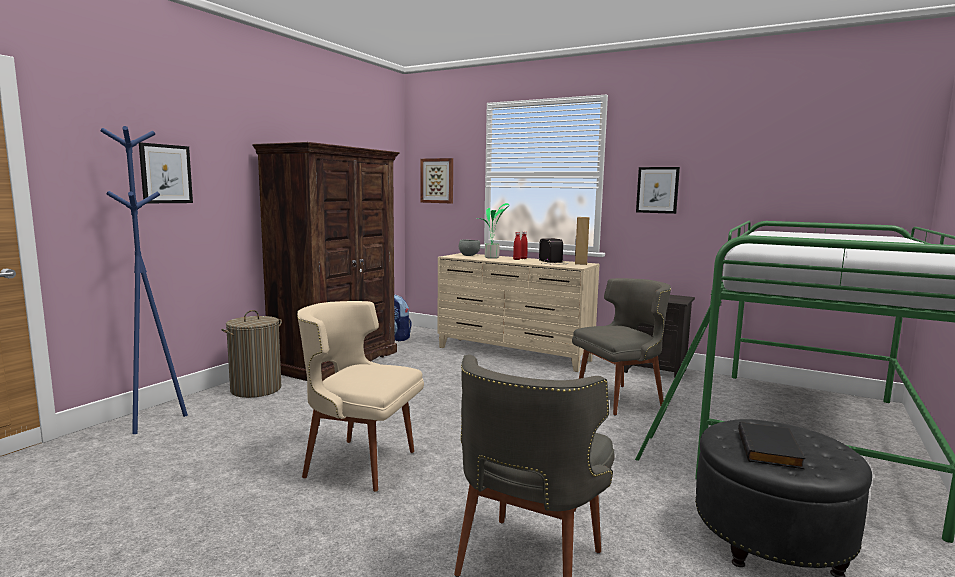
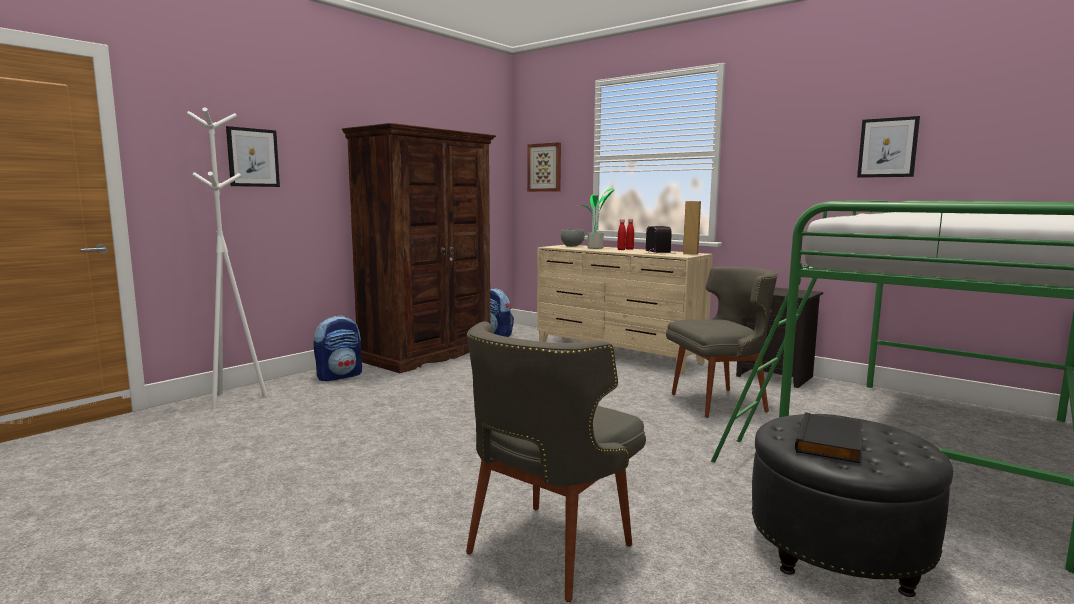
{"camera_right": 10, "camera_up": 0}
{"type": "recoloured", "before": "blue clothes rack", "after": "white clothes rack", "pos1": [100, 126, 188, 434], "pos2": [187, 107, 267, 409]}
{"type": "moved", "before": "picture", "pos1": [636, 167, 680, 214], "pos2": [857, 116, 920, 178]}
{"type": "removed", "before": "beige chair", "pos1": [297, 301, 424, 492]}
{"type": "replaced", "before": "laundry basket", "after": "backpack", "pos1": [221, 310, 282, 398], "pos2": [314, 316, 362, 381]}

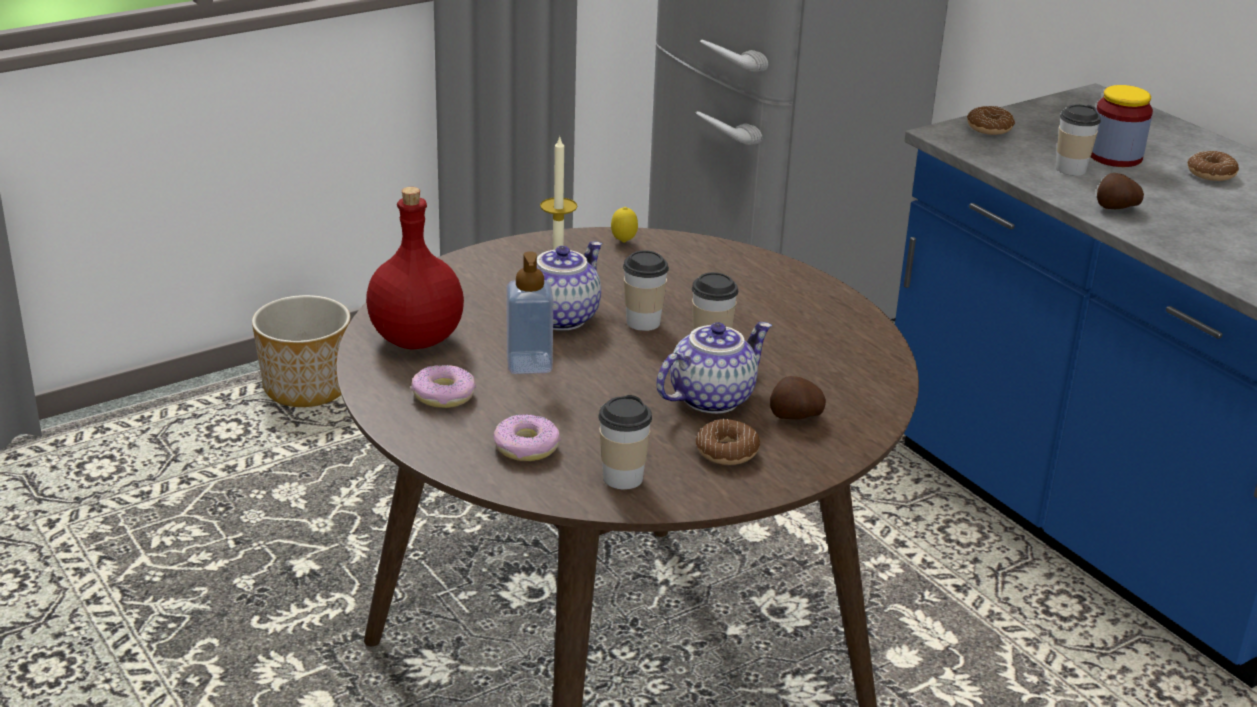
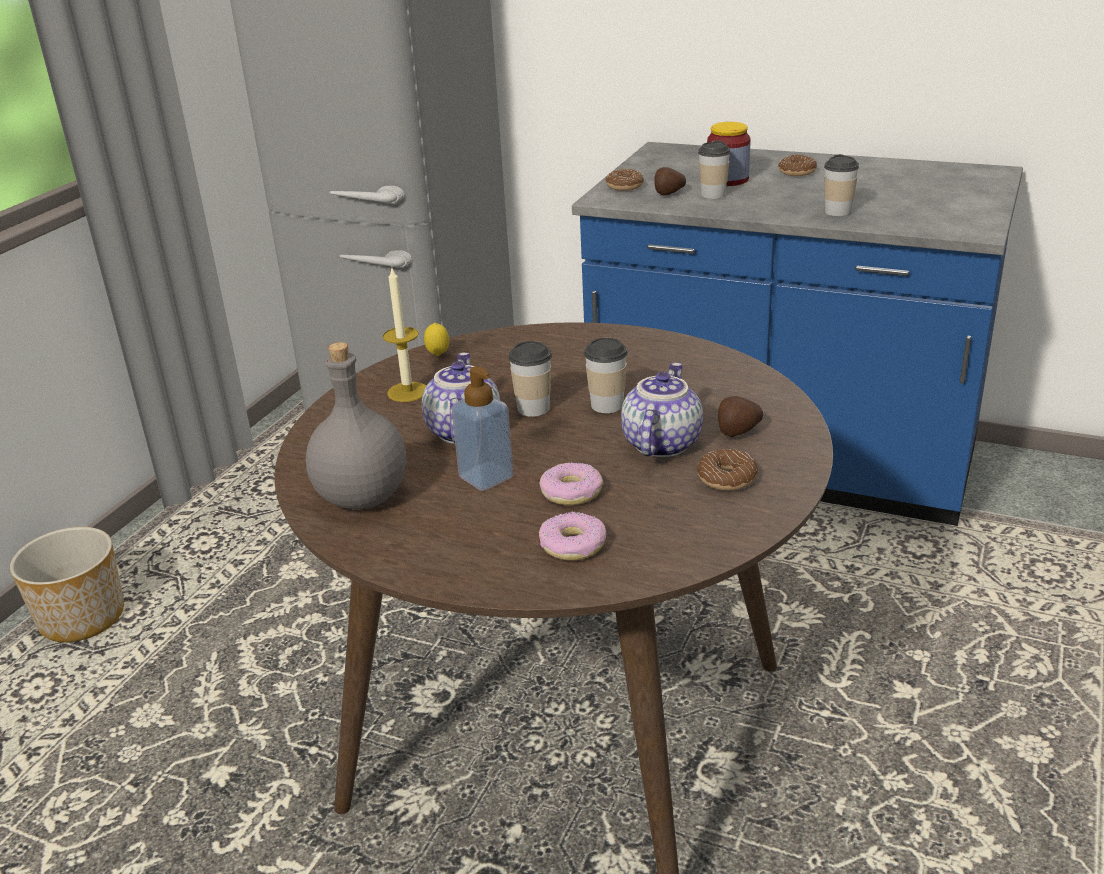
{"camera_right": -30, "camera_up": 0}
{"type": "moved", "before": "potato", "pos1": [1097, 173, 1144, 209], "pos2": [654, 167, 686, 196]}
{"type": "recoloured", "before": "red bottle", "after": "grey bottle", "pos1": [366, 187, 464, 350], "pos2": [306, 342, 406, 509]}
{"type": "moved", "before": "donut", "pos1": [411, 365, 476, 408], "pos2": [539, 462, 603, 505]}
{"type": "moved", "before": "cup", "pos1": [598, 395, 652, 490], "pos2": [824, 154, 859, 216]}

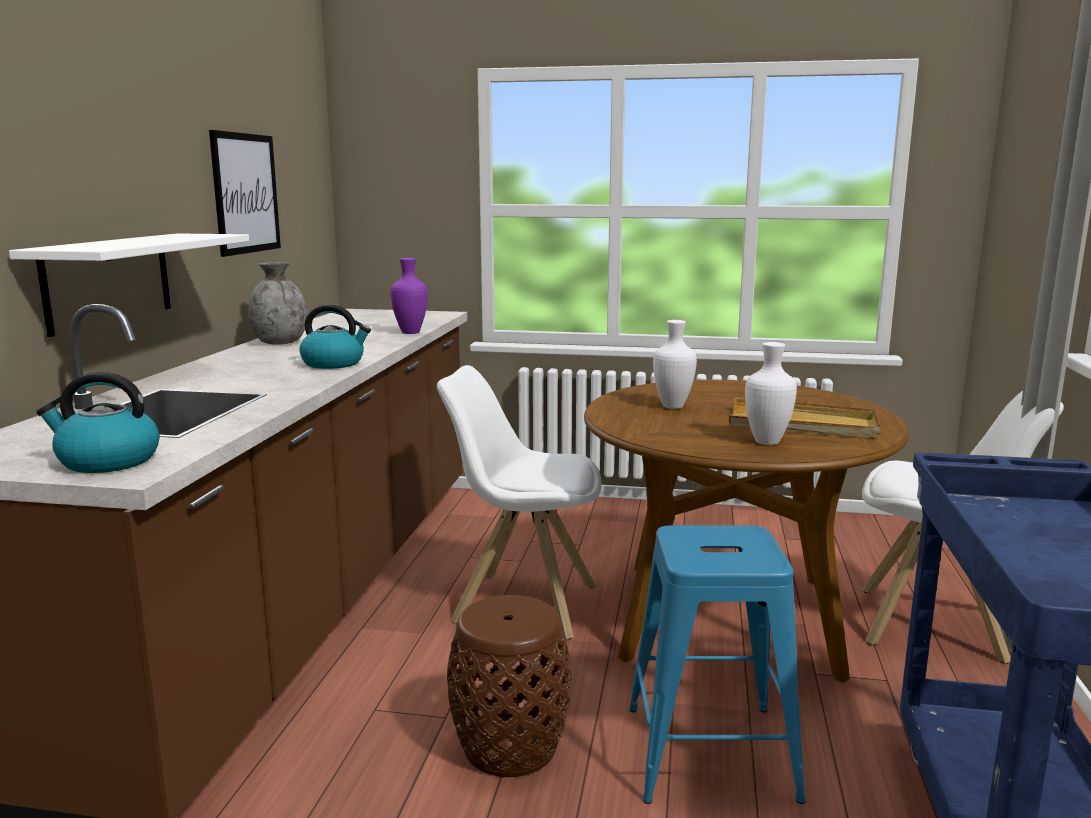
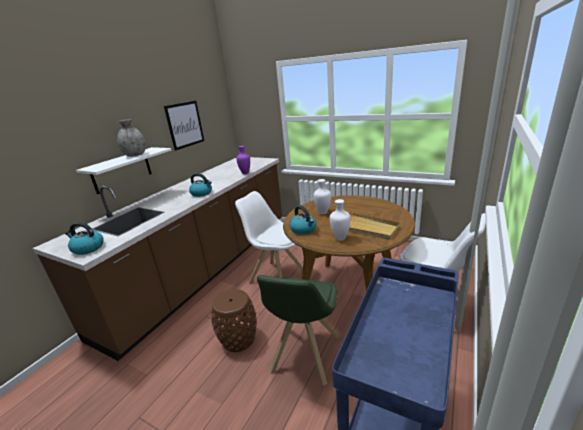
{"camera_right": 20, "camera_up": 10}
{"type": "moved", "before": "grey vase", "pos1": [248, 262, 308, 345], "pos2": [117, 119, 146, 157]}
{"type": "replaced", "before": "blue stool", "after": "green chair", "pos1": [629, 525, 806, 804], "pos2": [257, 275, 340, 386]}
{"type": "added", "after": "kettle", "pos2": [289, 206, 316, 235]}

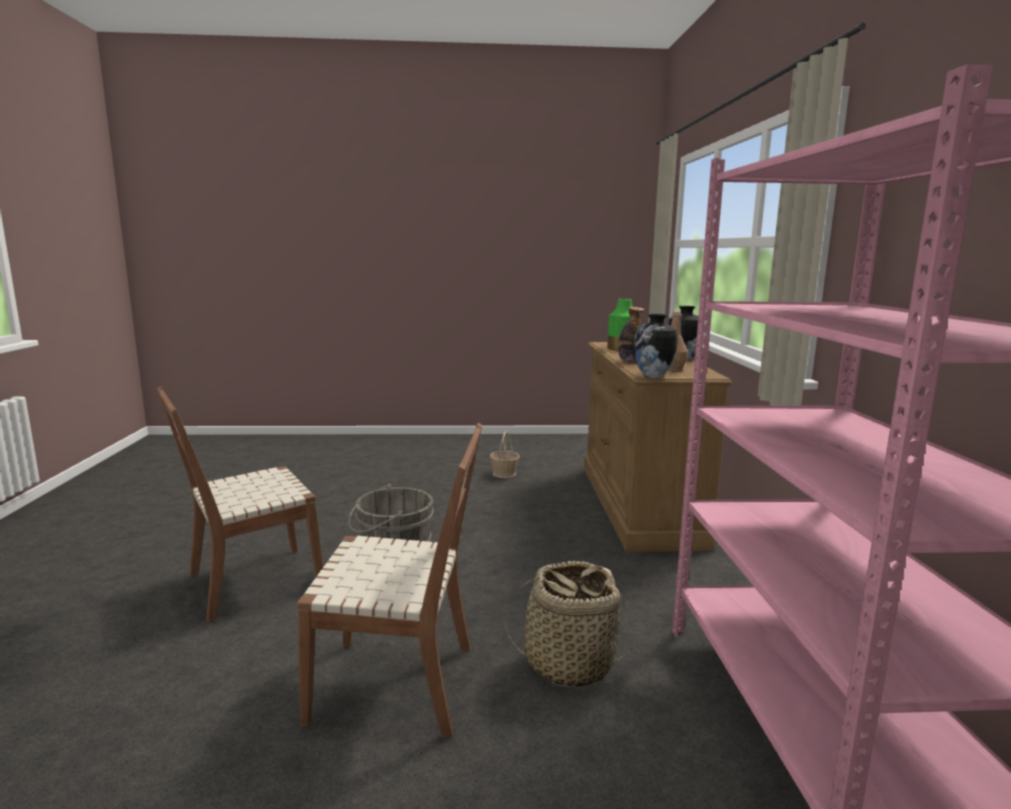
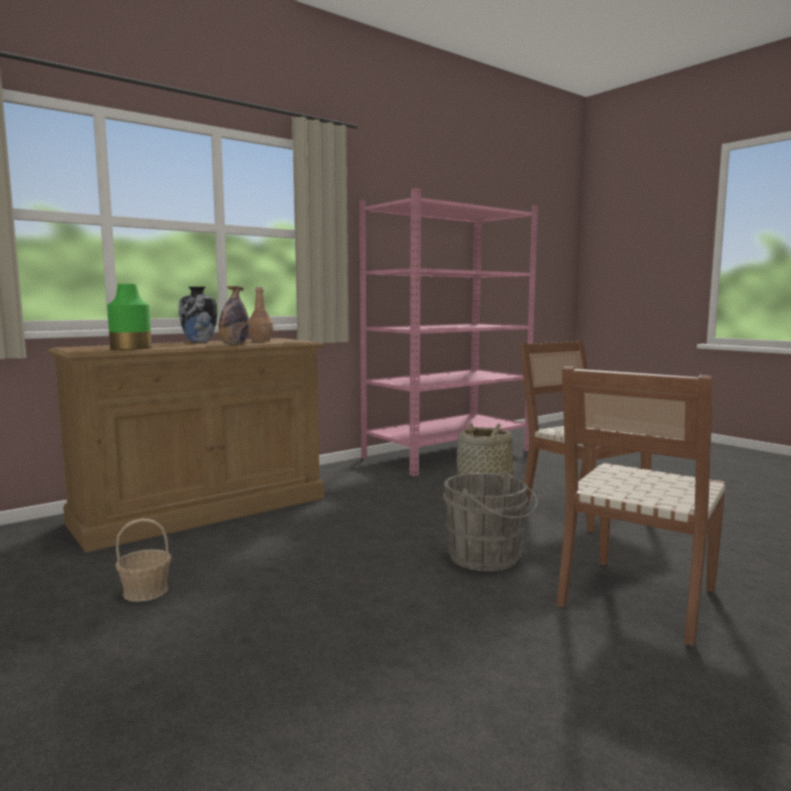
{"camera_right": -125, "camera_up": -5}
{"type": "removed", "before": "vase", "pos1": [634, 314, 677, 378]}
{"type": "turned", "before": "chair", "pos1": [157, 386, 323, 622], "pos2": [556, 366, 726, 646], "turn": 105}

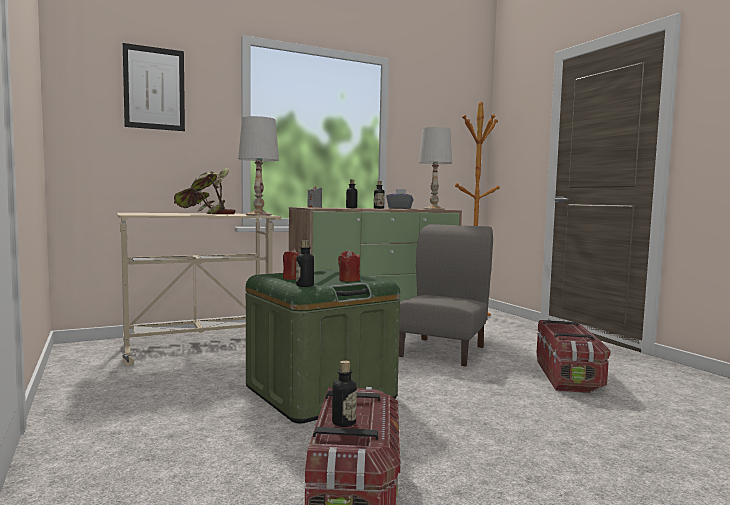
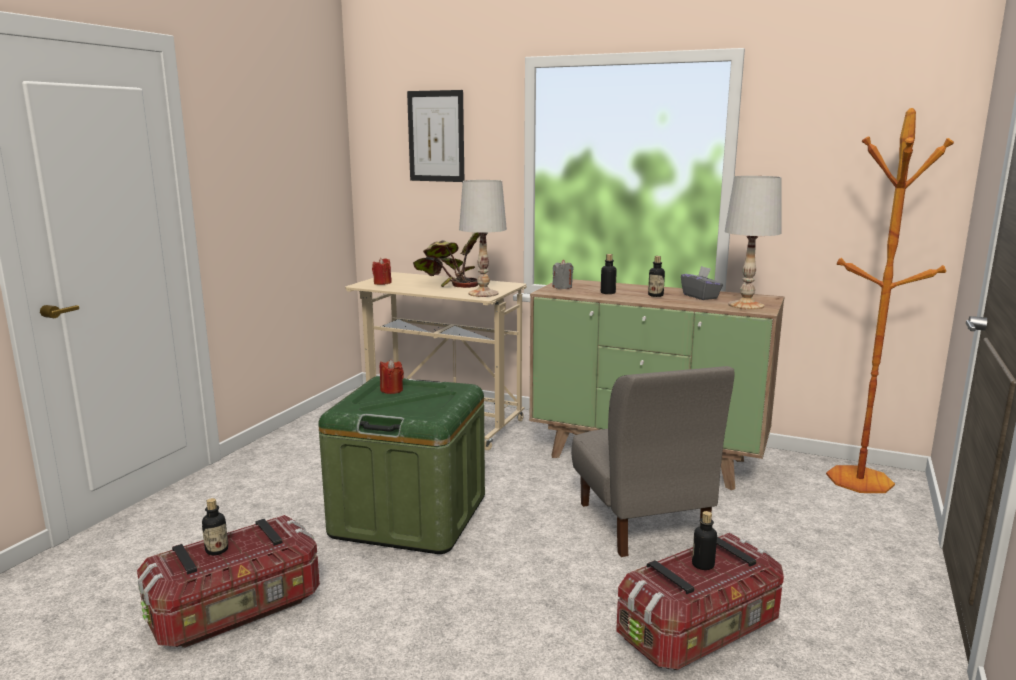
{"camera_right": 50, "camera_up": 10}
{"type": "turned", "before": "grey chair", "pos1": [399, 224, 493, 367], "pos2": [571, 366, 734, 557], "turn": 90}
{"type": "moved", "before": "bottle", "pos1": [296, 240, 314, 287], "pos2": [692, 511, 717, 570]}
{"type": "moved", "before": "red candle", "pos1": [338, 250, 360, 282], "pos2": [372, 258, 392, 285]}

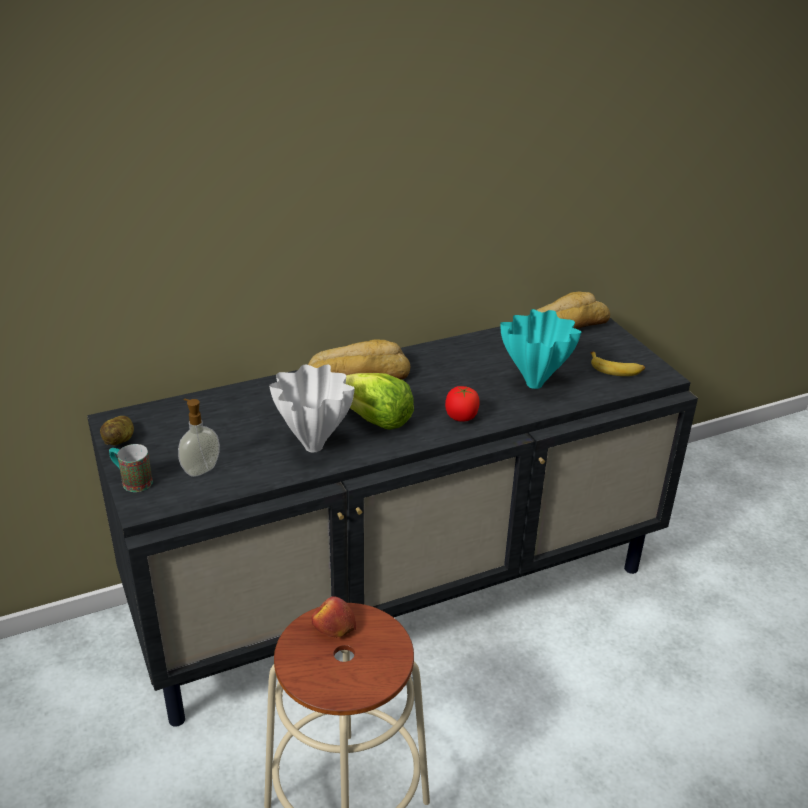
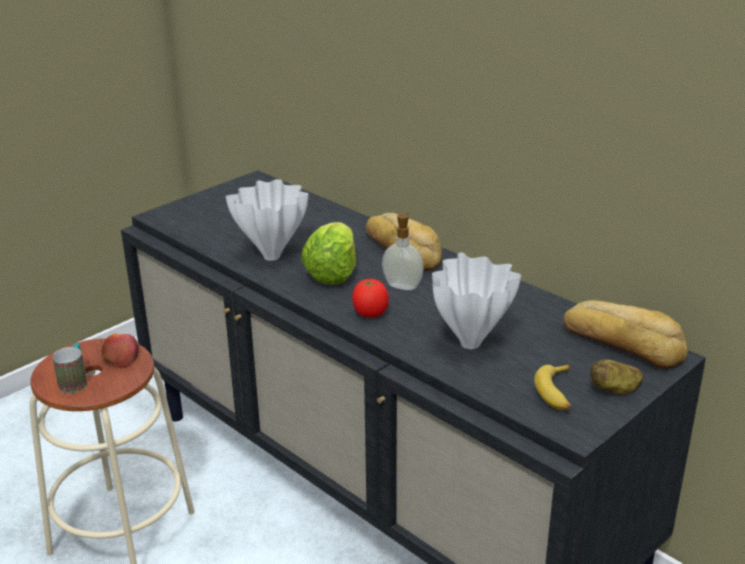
{"camera_right": 70, "camera_up": -5}
{"type": "recoloured", "before": "turquoise vase", "after": "white vase", "pos1": [500, 309, 581, 389], "pos2": [432, 252, 521, 349]}
{"type": "moved", "before": "soap dispenser", "pos1": [178, 399, 220, 477], "pos2": [382, 213, 424, 290]}
{"type": "moved", "before": "potato", "pos1": [100, 416, 134, 445], "pos2": [590, 360, 643, 394]}
{"type": "moved", "before": "mug", "pos1": [109, 444, 153, 492], "pos2": [52, 343, 87, 393]}

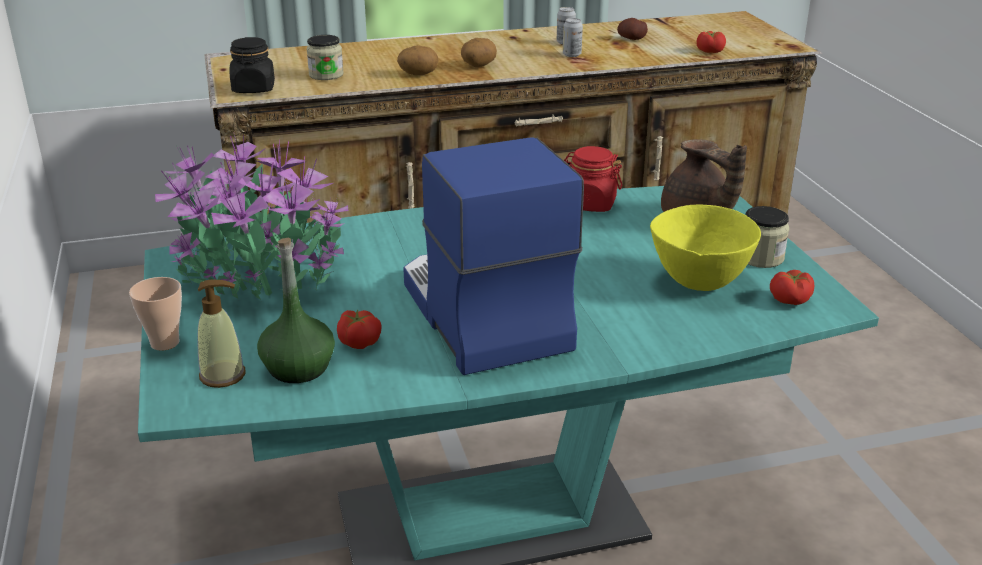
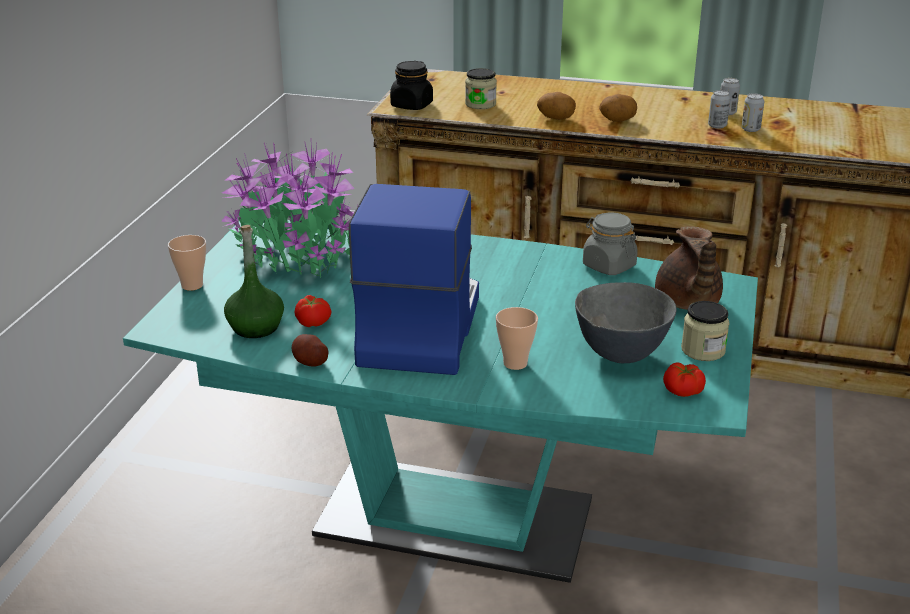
{"camera_right": 30, "camera_up": 0}
{"type": "moved", "before": "potato", "pos1": [617, 18, 648, 40], "pos2": [291, 334, 329, 367]}
{"type": "removed", "before": "tomato", "pos1": [697, 31, 726, 53]}
{"type": "recoloured", "before": "red jar", "after": "grey jar", "pos1": [564, 146, 622, 212], "pos2": [583, 213, 638, 275]}
{"type": "recoloured", "before": "yellow bowl", "after": "grey bowl", "pos1": [650, 205, 761, 291], "pos2": [575, 282, 677, 363]}
{"type": "removed", "before": "soap dispenser", "pos1": [197, 279, 246, 388]}
{"type": "added", "after": "can", "pos2": [741, 93, 764, 132]}
{"type": "added", "after": "cup", "pos2": [496, 307, 538, 370]}

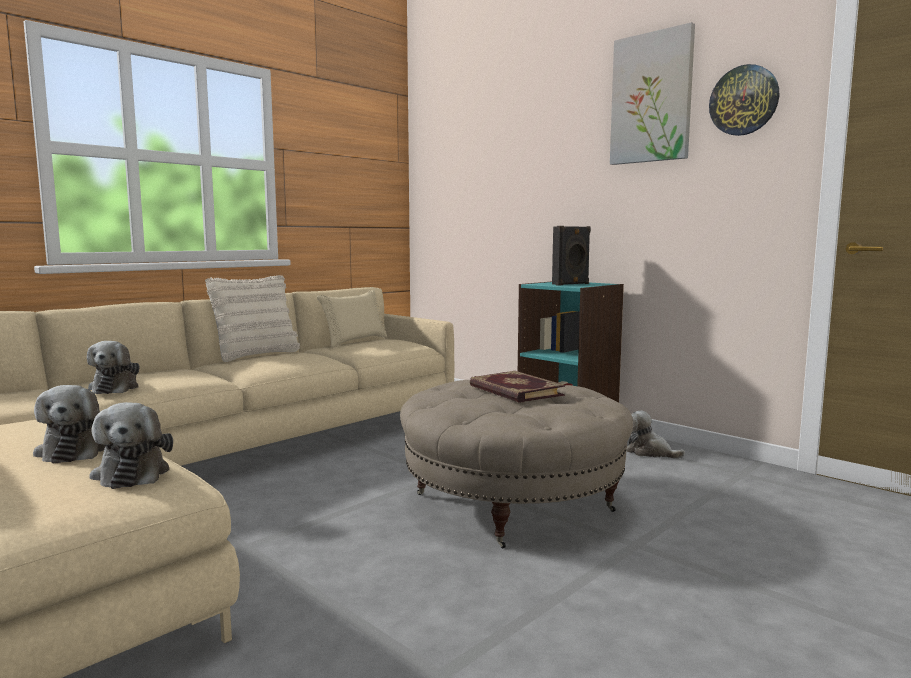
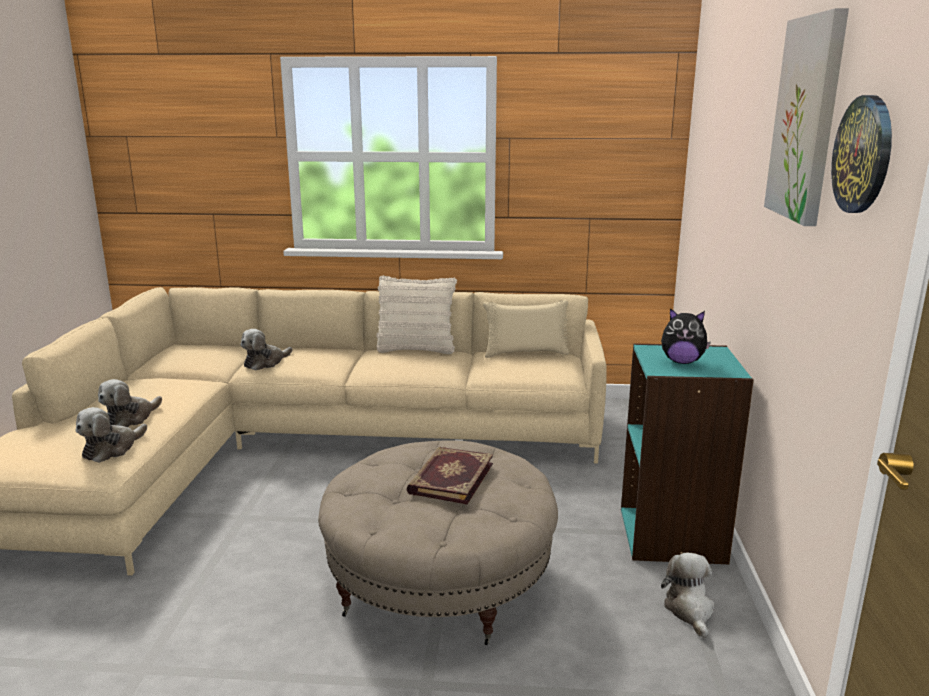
{"camera_right": 50, "camera_up": 10}
{"type": "replaced", "before": "black speaker", "after": "plush toy", "pos1": [552, 226, 591, 286], "pos2": [661, 308, 711, 364]}

